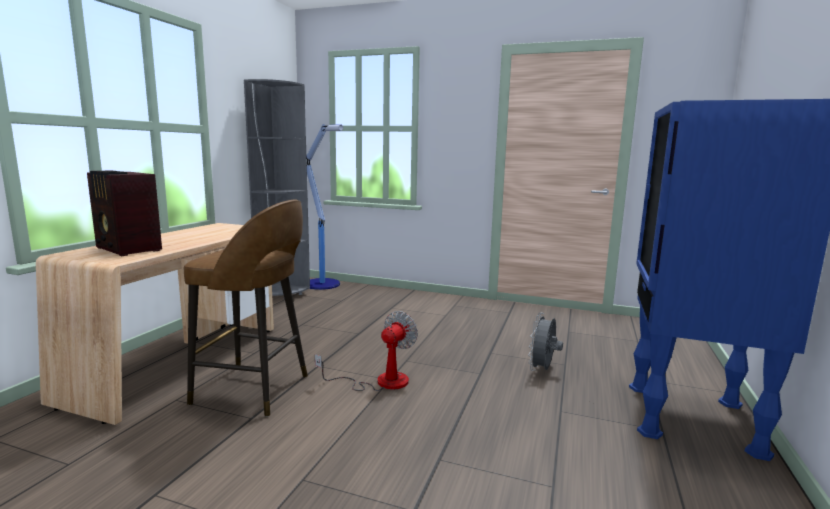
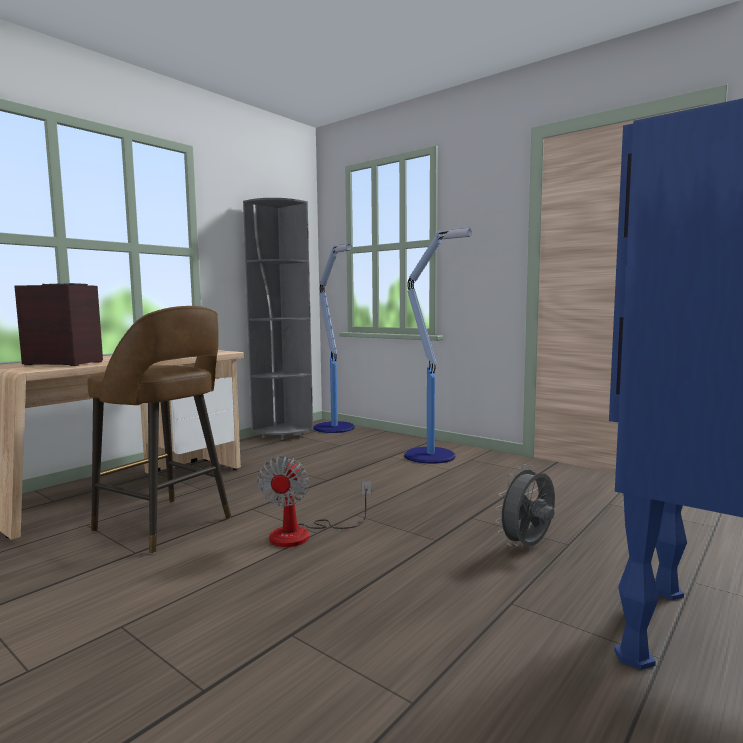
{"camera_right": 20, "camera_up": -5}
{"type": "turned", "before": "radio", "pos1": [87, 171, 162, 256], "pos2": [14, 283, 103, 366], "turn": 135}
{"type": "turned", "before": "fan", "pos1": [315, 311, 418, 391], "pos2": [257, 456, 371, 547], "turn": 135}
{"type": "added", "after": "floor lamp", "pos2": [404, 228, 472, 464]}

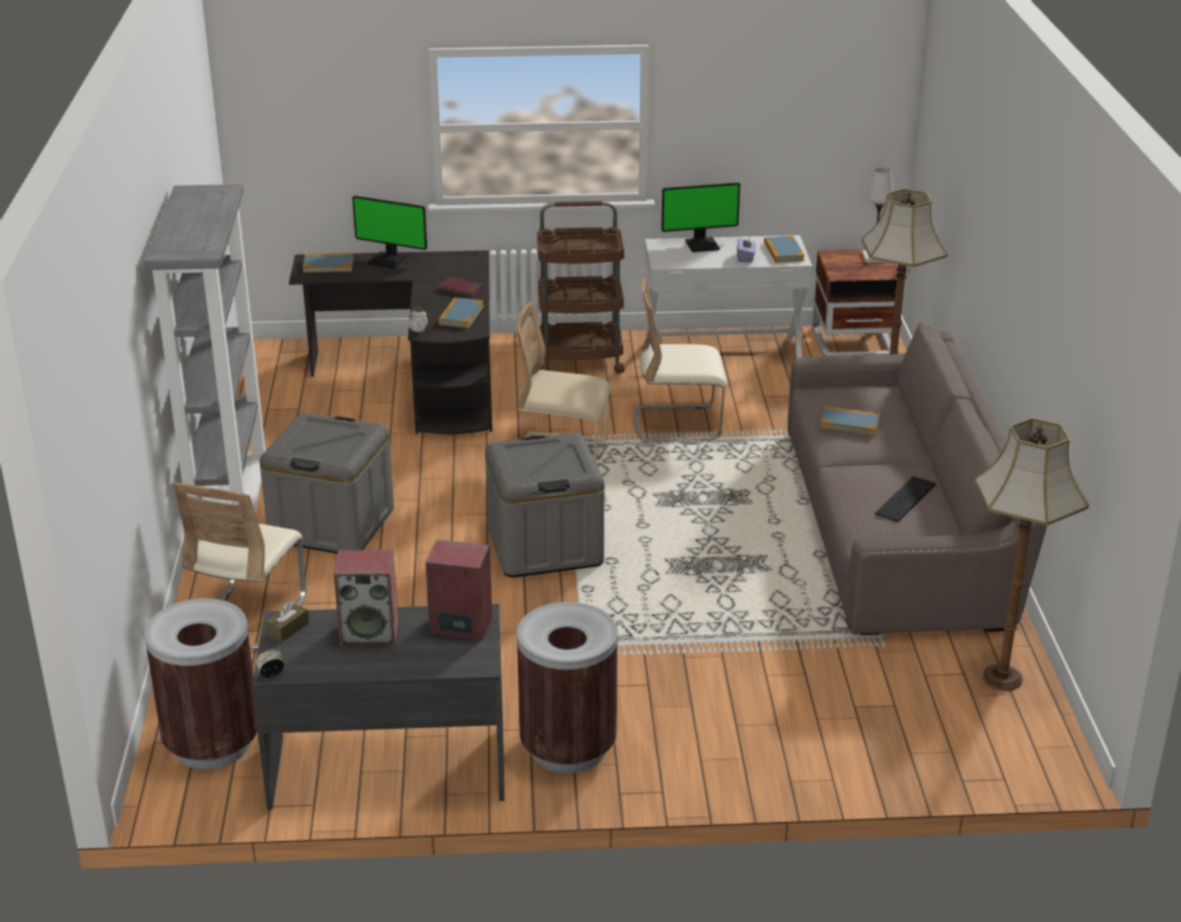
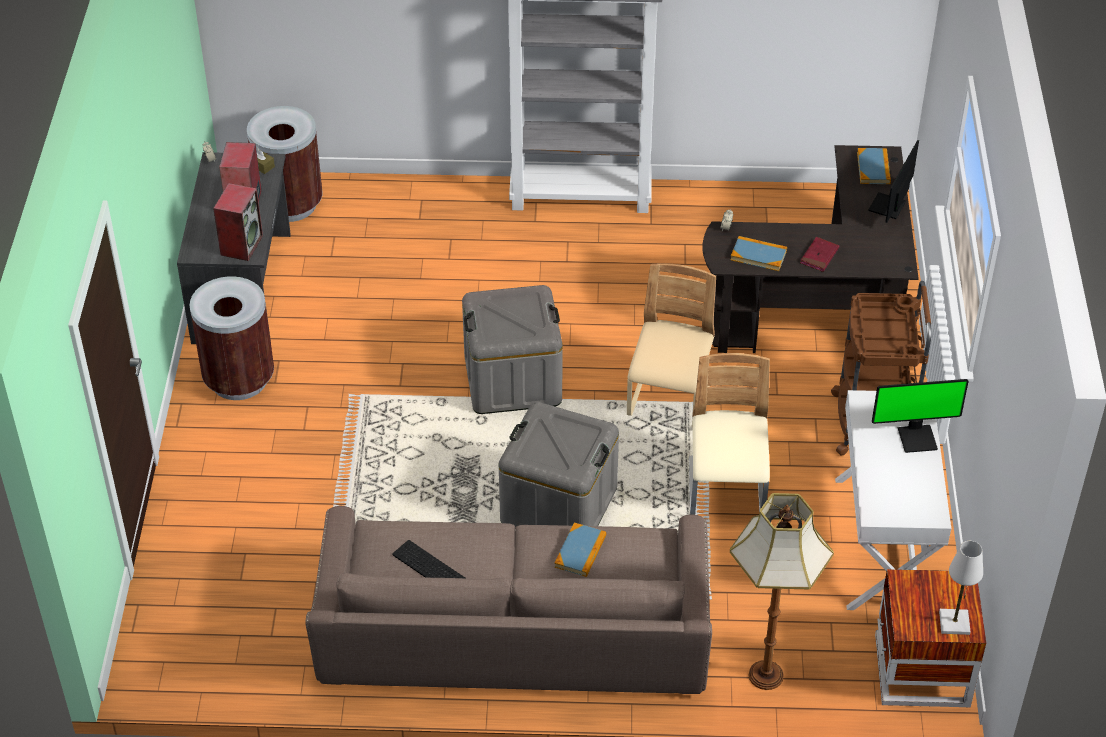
{"camera_right": 95, "camera_up": 15}
{"type": "turned", "before": "monitor", "pos1": [661, 183, 740, 252], "pos2": [872, 379, 969, 453], "turn": -90}
{"type": "removed", "before": "book", "pos1": [764, 236, 805, 263]}
{"type": "removed", "before": "purple tissue box", "pos1": [737, 238, 756, 262]}
{"type": "moved", "before": "grey storage box", "pos1": [260, 413, 394, 554], "pos2": [499, 402, 619, 528]}
{"type": "removed", "before": "floor lamp", "pos1": [974, 418, 1089, 691]}
{"type": "removed", "before": "beige chair", "pos1": [173, 482, 306, 651]}

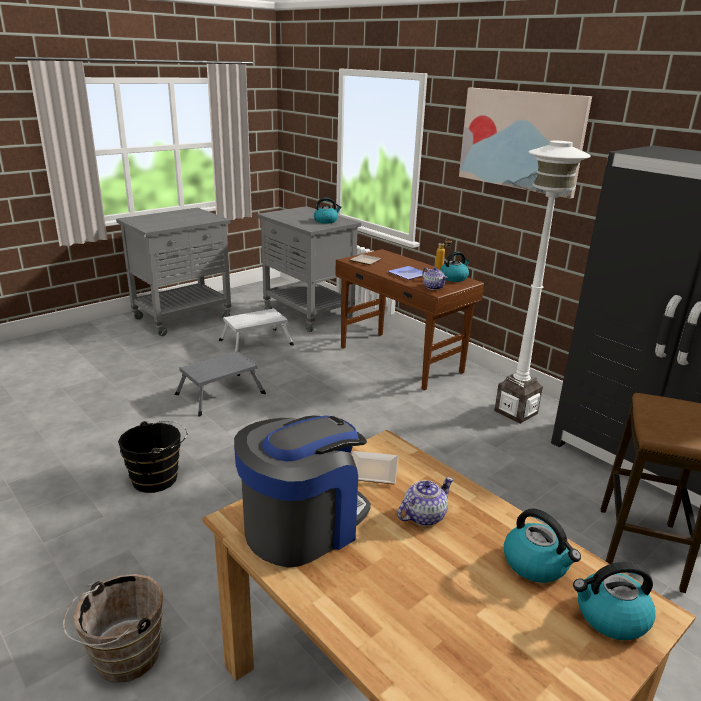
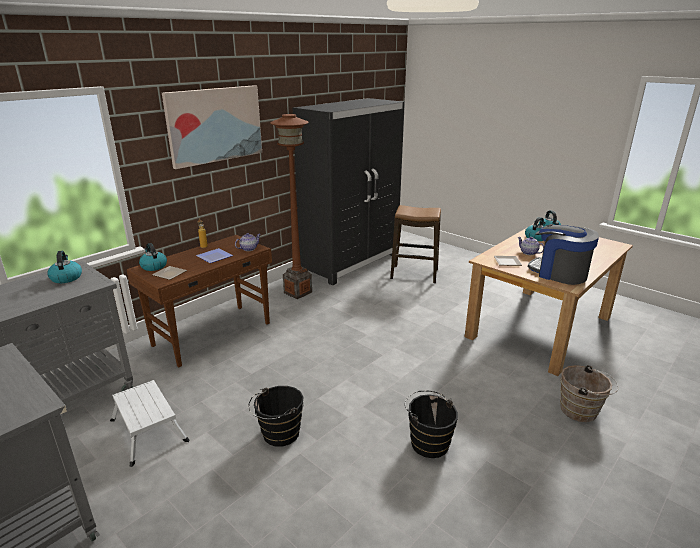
{"camera_right": -95, "camera_up": 0}
{"type": "recoloured", "before": "white floor lamp", "after": "brown floor lamp", "pos1": [494, 141, 591, 424], "pos2": [270, 114, 312, 299]}
{"type": "moved", "before": "kettle", "pos1": [440, 251, 470, 282], "pos2": [139, 243, 167, 271]}
{"type": "replaced", "before": "grey step ladder", "after": "black bucket", "pos1": [174, 351, 266, 417], "pos2": [248, 386, 304, 447]}

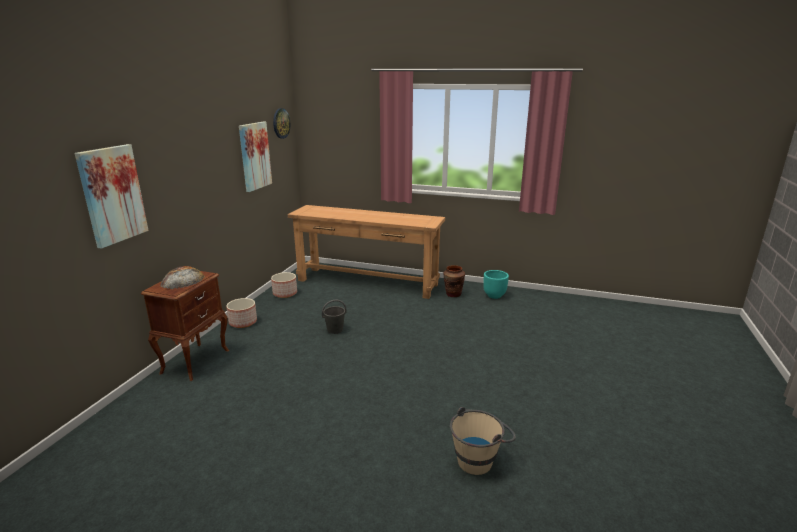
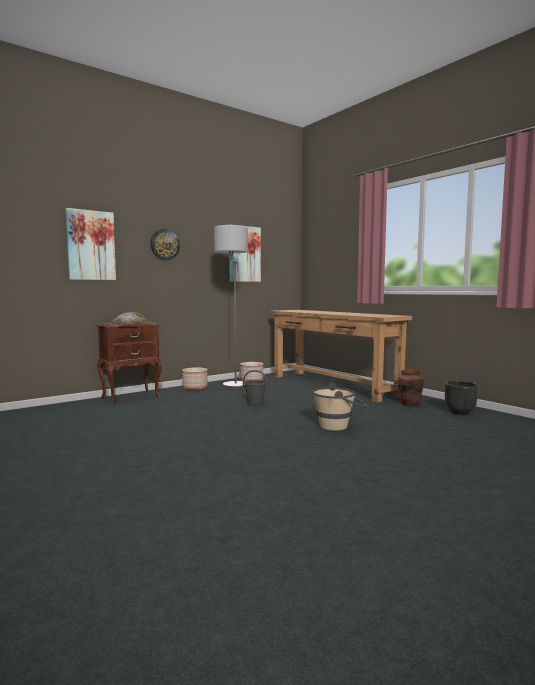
{"camera_right": 35, "camera_up": -15}
{"type": "moved", "before": "wall clock", "pos1": [273, 108, 290, 139], "pos2": [151, 229, 180, 260]}
{"type": "recoloured", "before": "turquoise planter", "after": "black planter", "pos1": [483, 270, 509, 299], "pos2": [445, 381, 478, 415]}
{"type": "moved", "before": "beige bucket", "pos1": [450, 407, 516, 475], "pos2": [312, 383, 367, 431]}
{"type": "added", "after": "grey floor lamp", "pos2": [214, 225, 248, 390]}

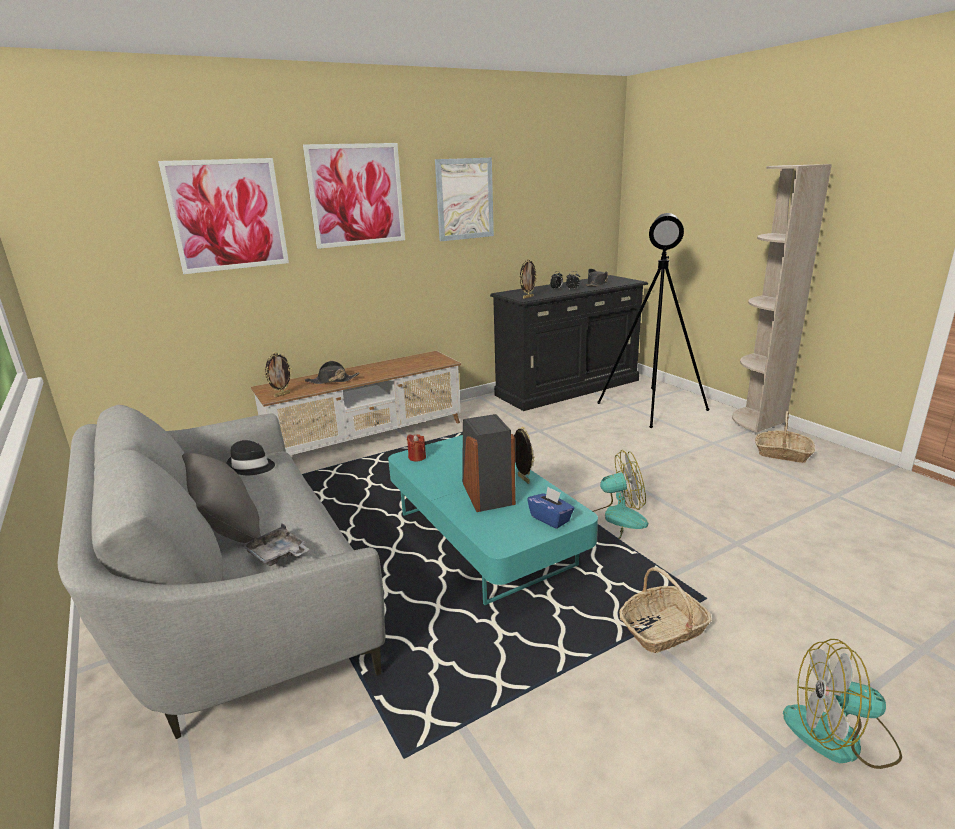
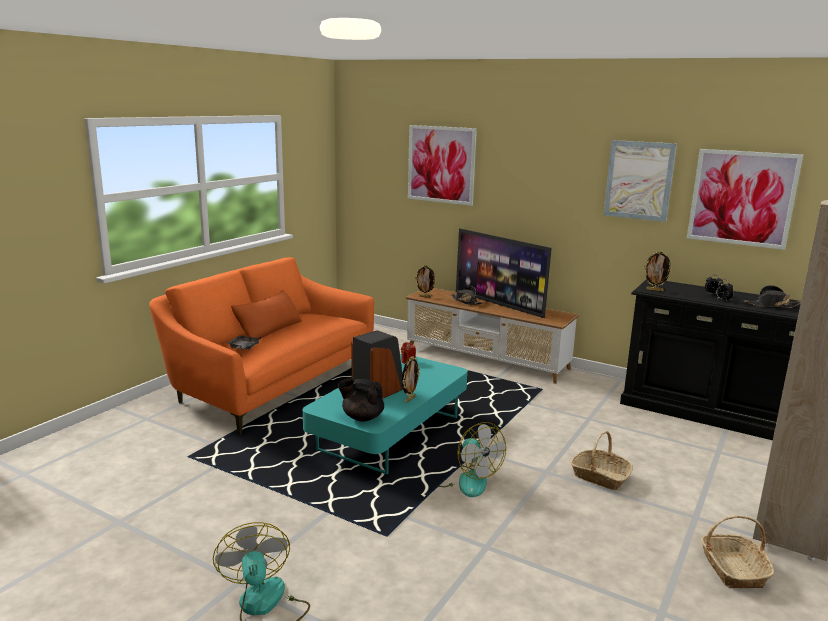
{"camera_right": 60, "camera_up": -5}
{"type": "moved", "before": "picture", "pos1": [303, 143, 405, 249], "pos2": [687, 149, 803, 250]}
{"type": "removed", "before": "black floor lamp", "pos1": [597, 213, 709, 428]}
{"type": "recoloured", "before": "grey sofa", "after": "orange sofa", "pos1": [58, 405, 385, 739], "pos2": [149, 257, 374, 435]}
{"type": "removed", "before": "black hat", "pos1": [226, 440, 275, 475]}
{"type": "replaced", "before": "blue tissue box", "after": "black teapot", "pos1": [527, 487, 574, 529], "pos2": [338, 378, 384, 422]}
{"type": "moved", "before": "basket", "pos1": [619, 567, 711, 653], "pos2": [571, 431, 633, 490]}
{"type": "added", "after": "television", "pos2": [456, 228, 552, 318]}

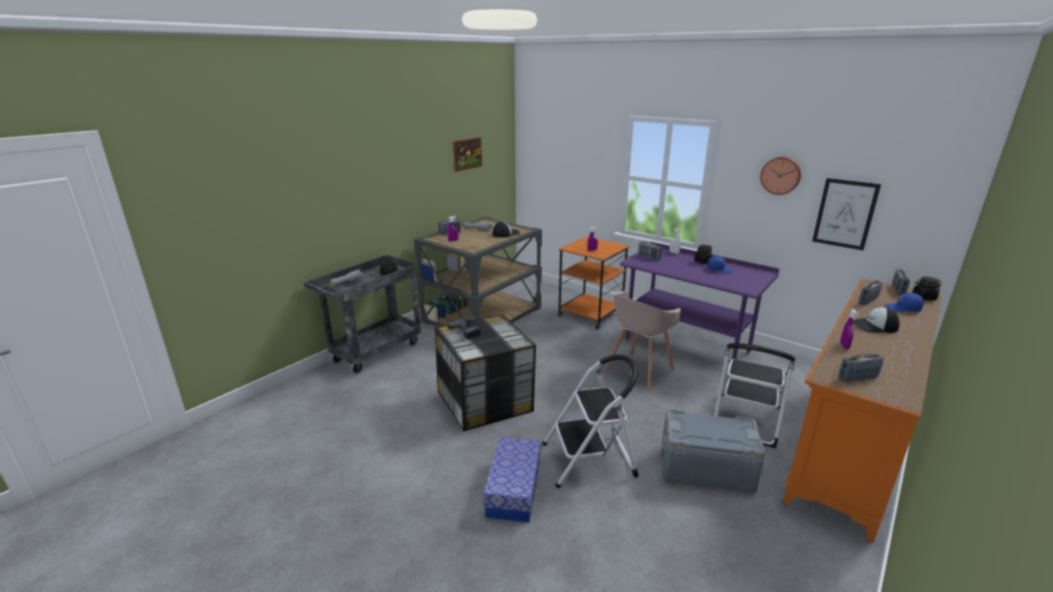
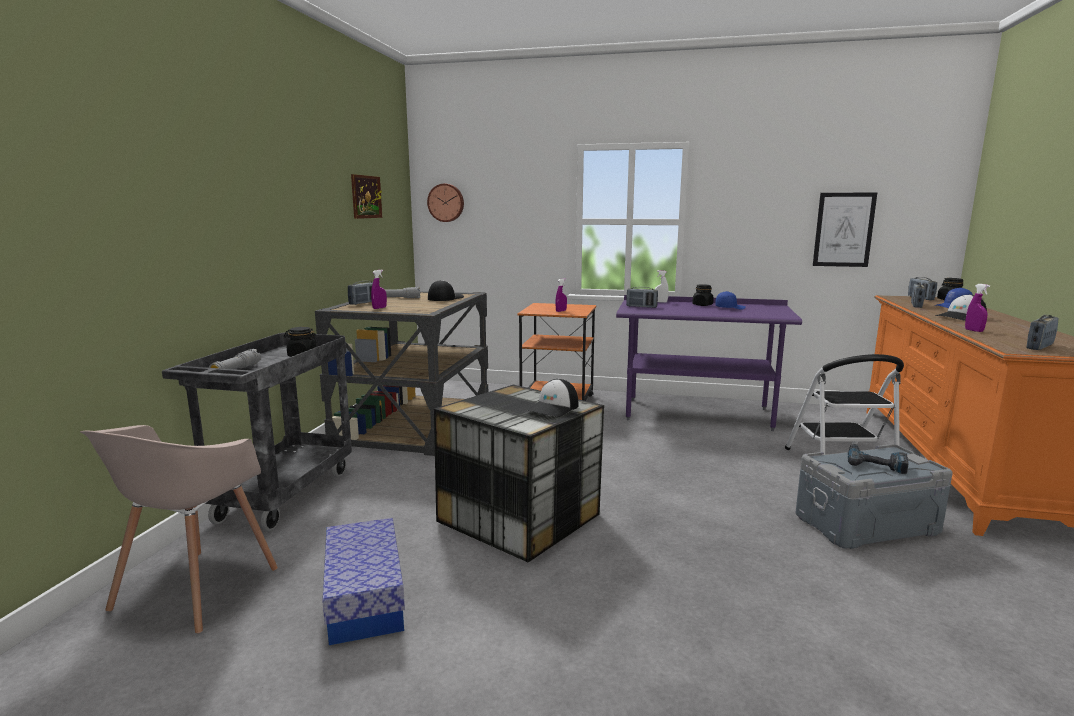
{"camera_right": -25, "camera_up": -10}
{"type": "moved", "before": "wall clock", "pos1": [760, 157, 801, 195], "pos2": [427, 184, 464, 222]}
{"type": "moved", "before": "beige chair", "pos1": [604, 291, 681, 391], "pos2": [80, 425, 278, 633]}
{"type": "moved", "before": "power drill", "pos1": [447, 317, 482, 339], "pos2": [848, 444, 909, 474]}
{"type": "removed", "before": "step ladder", "pos1": [542, 354, 638, 488]}
{"type": "moved", "before": "storage box", "pos1": [483, 437, 541, 523], "pos2": [322, 518, 405, 645]}
{"type": "added", "after": "cap", "pos2": [527, 379, 578, 417]}

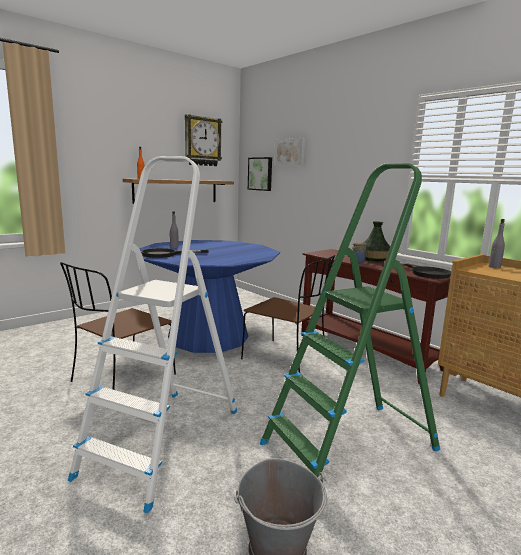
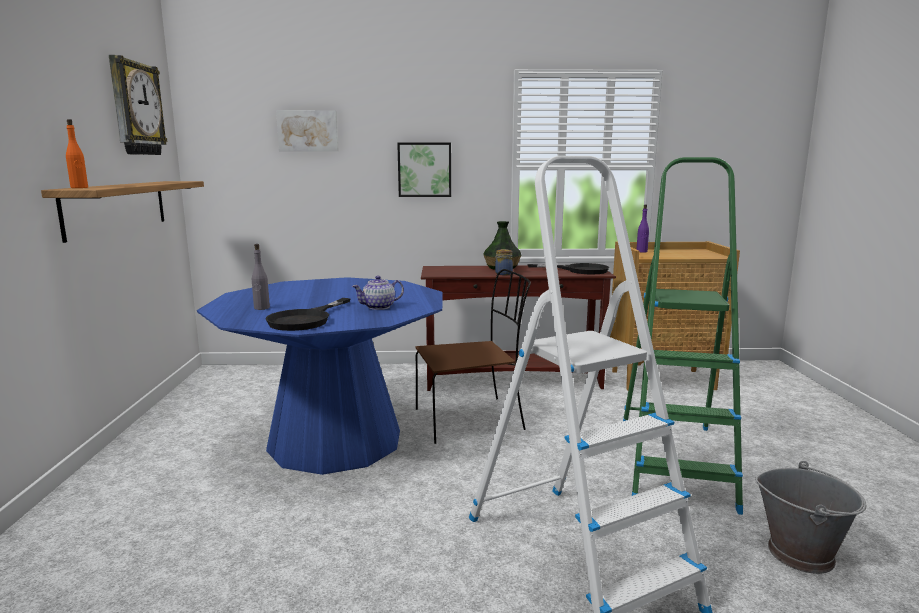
{"camera_right": -50, "camera_up": 0}
{"type": "moved", "before": "picture", "pos1": [248, 157, 272, 191], "pos2": [397, 143, 451, 197]}
{"type": "recoloured", "before": "grey bottle", "after": "purple bottle", "pos1": [489, 219, 505, 268], "pos2": [636, 205, 649, 253]}
{"type": "removed", "before": "brown chair", "pos1": [60, 262, 176, 390]}
{"type": "added", "after": "teapot", "pos2": [352, 276, 404, 310]}

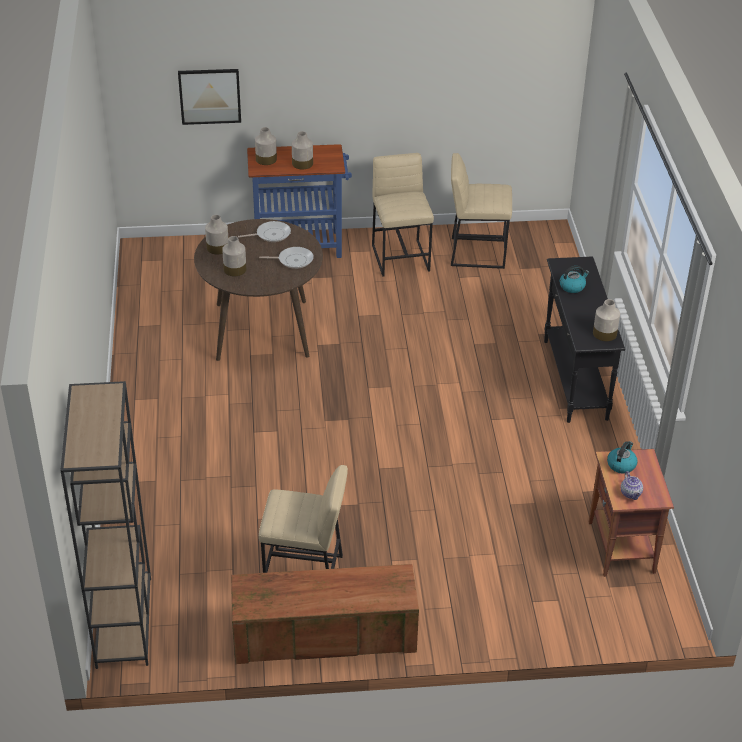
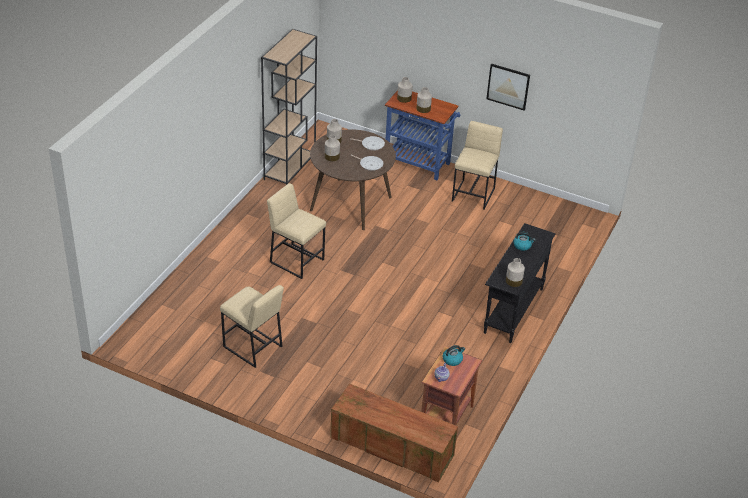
{"camera_right": 30, "camera_up": 0}
{"type": "moved", "before": "picture", "pos1": [178, 69, 241, 125], "pos2": [486, 64, 530, 111]}
{"type": "moved", "before": "beige chair", "pos1": [451, 153, 512, 269], "pos2": [267, 183, 326, 279]}
{"type": "moved", "before": "bookcase", "pos1": [60, 381, 151, 669], "pos2": [261, 29, 317, 185]}
{"type": "moved", "before": "brown bench", "pos1": [231, 564, 419, 664], "pos2": [330, 383, 458, 483]}

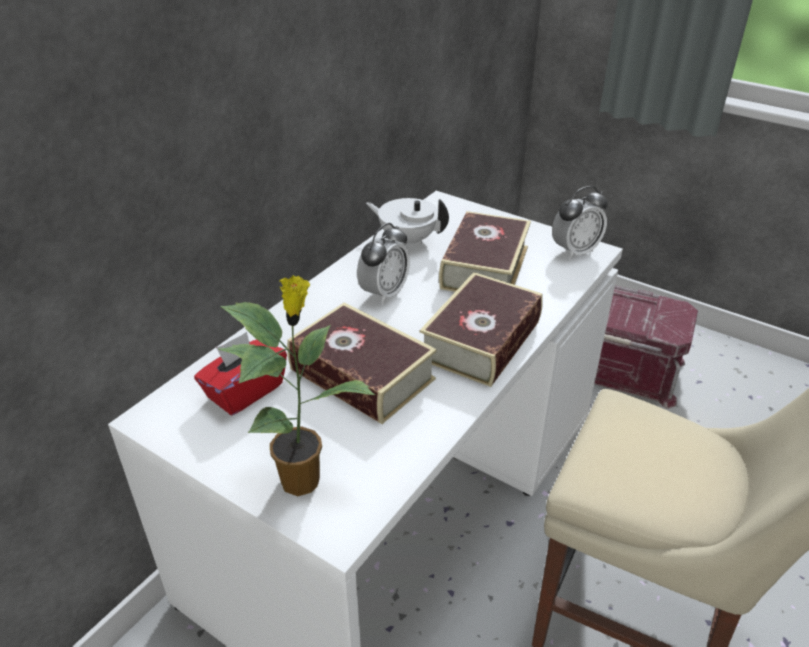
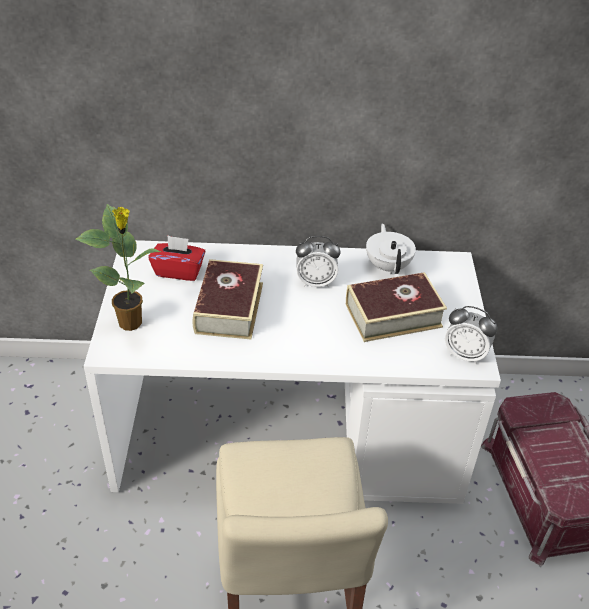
{"camera_right": 55, "camera_up": 5}
{"type": "removed", "before": "book", "pos1": [420, 272, 543, 387]}

